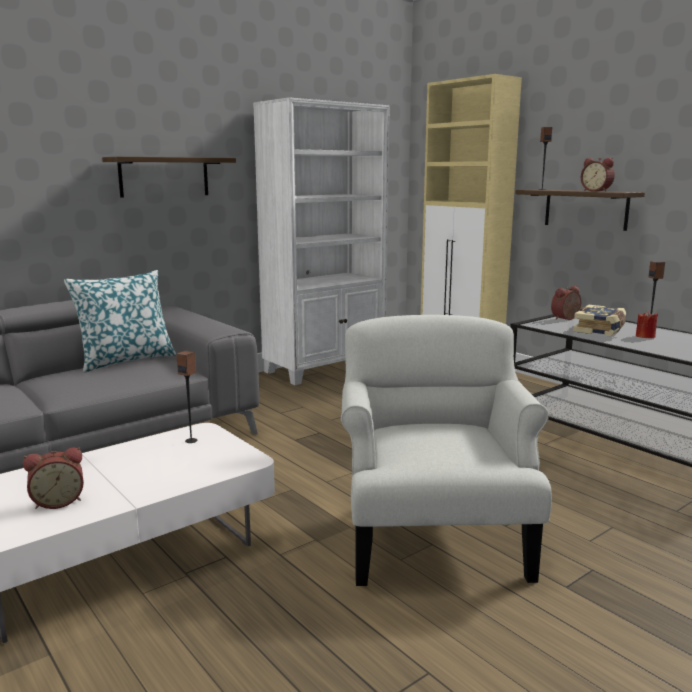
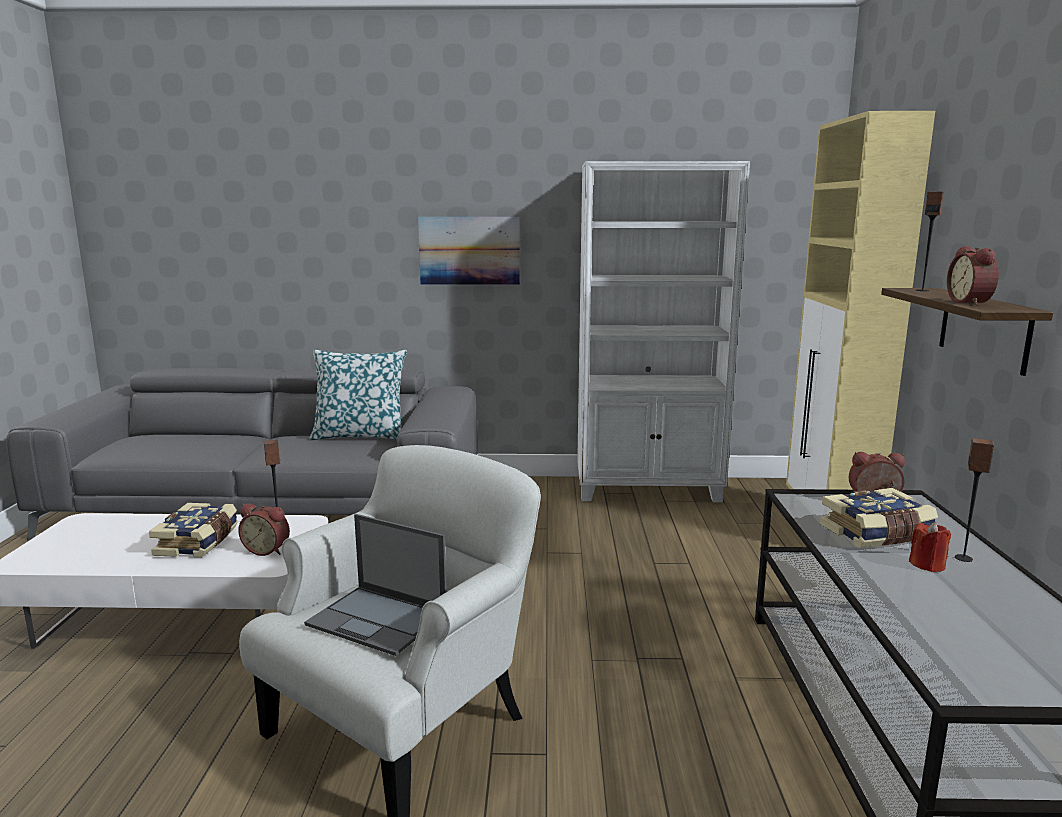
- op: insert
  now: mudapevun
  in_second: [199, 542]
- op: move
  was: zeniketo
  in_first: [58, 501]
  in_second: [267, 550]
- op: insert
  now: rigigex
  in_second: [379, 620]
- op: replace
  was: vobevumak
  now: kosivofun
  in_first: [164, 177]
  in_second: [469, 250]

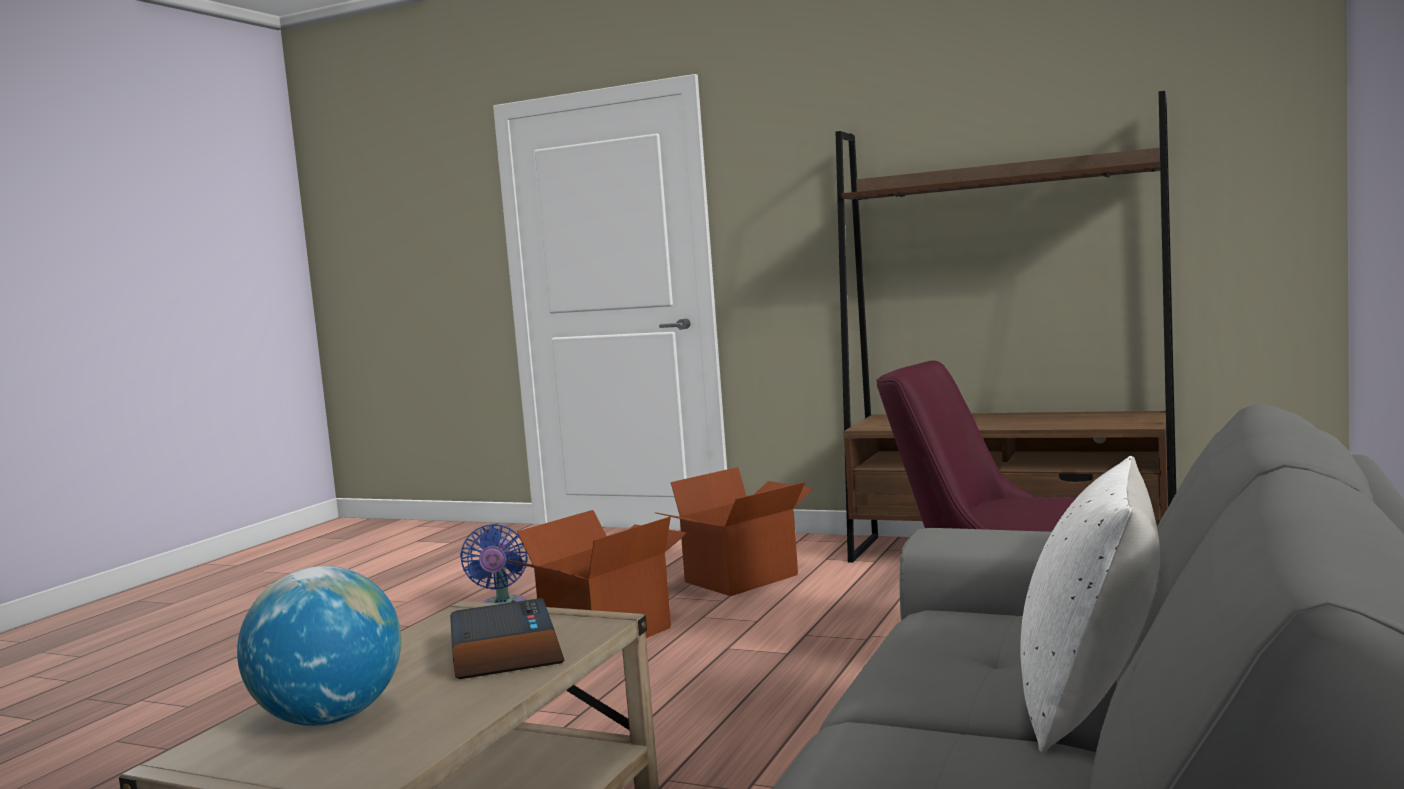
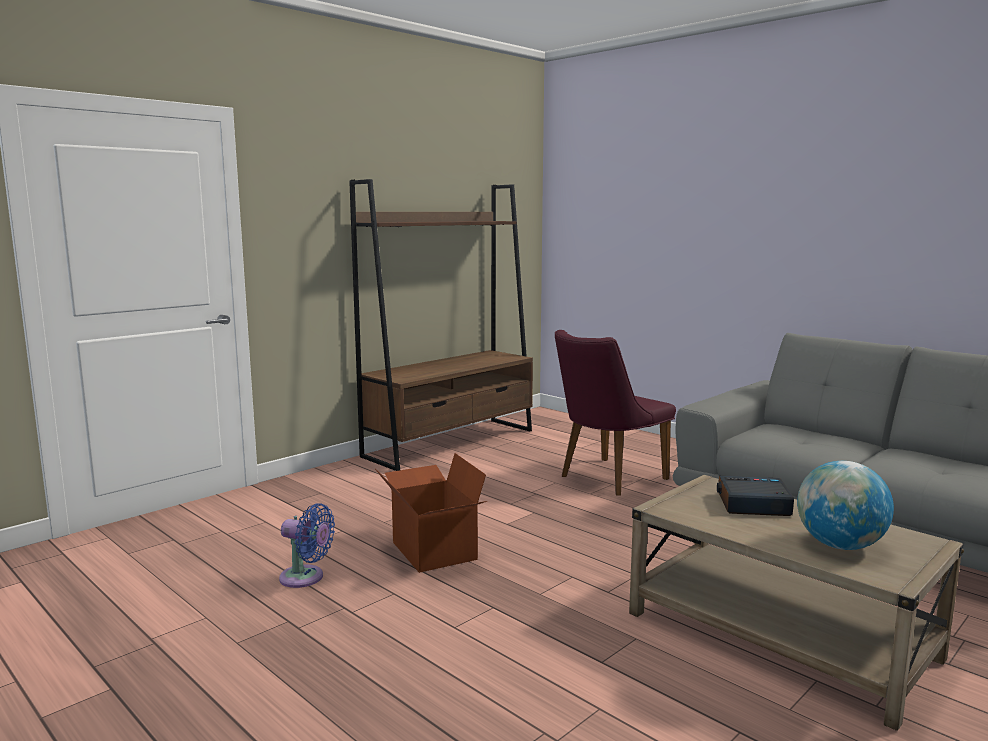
- op: delete
  was: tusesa
  in_first: [742, 579]
- op: delete
  was: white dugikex
  in_first: [1092, 704]

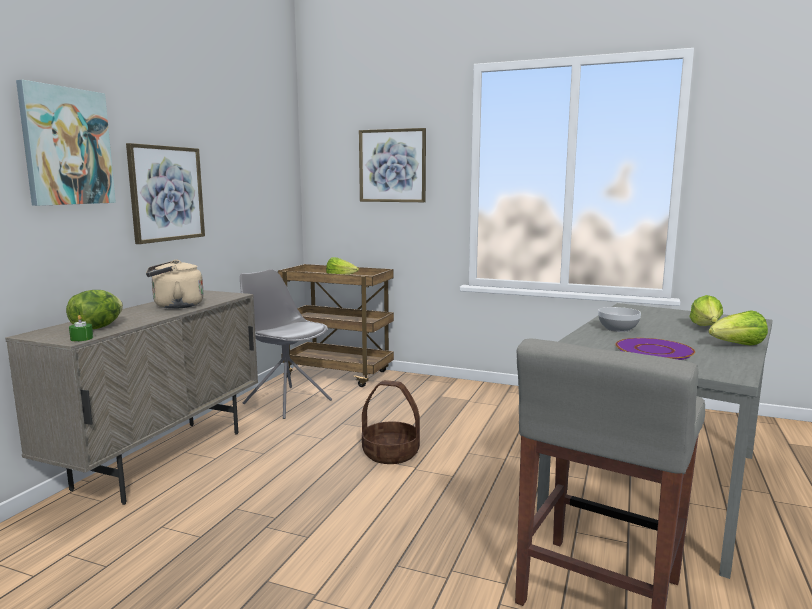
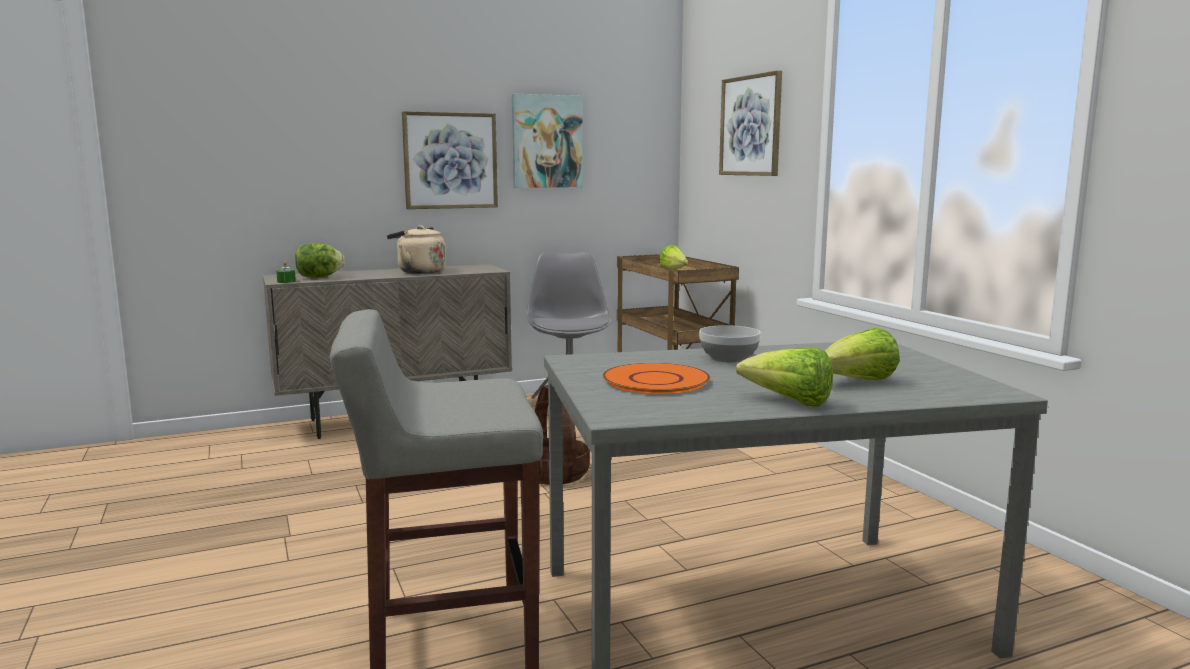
- op: move
  was: kosivofun
  in_first: [67, 146]
  in_second: [547, 141]
- op: recolor
  was: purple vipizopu
  now: orange vipizopu
  in_first: [654, 351]
  in_second: [656, 381]

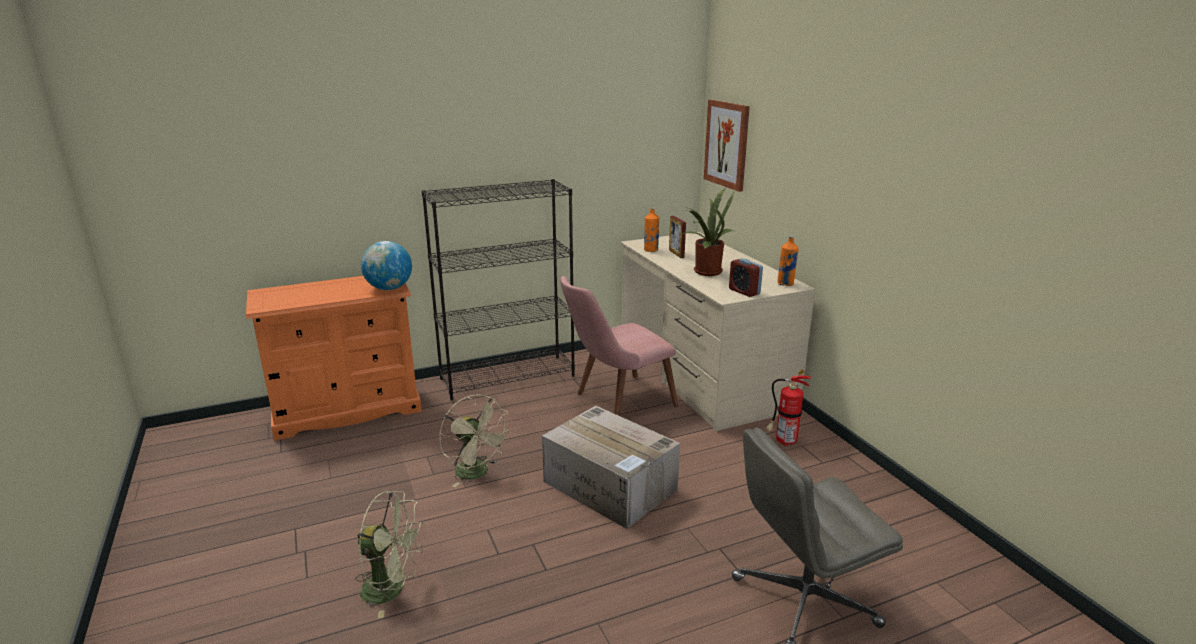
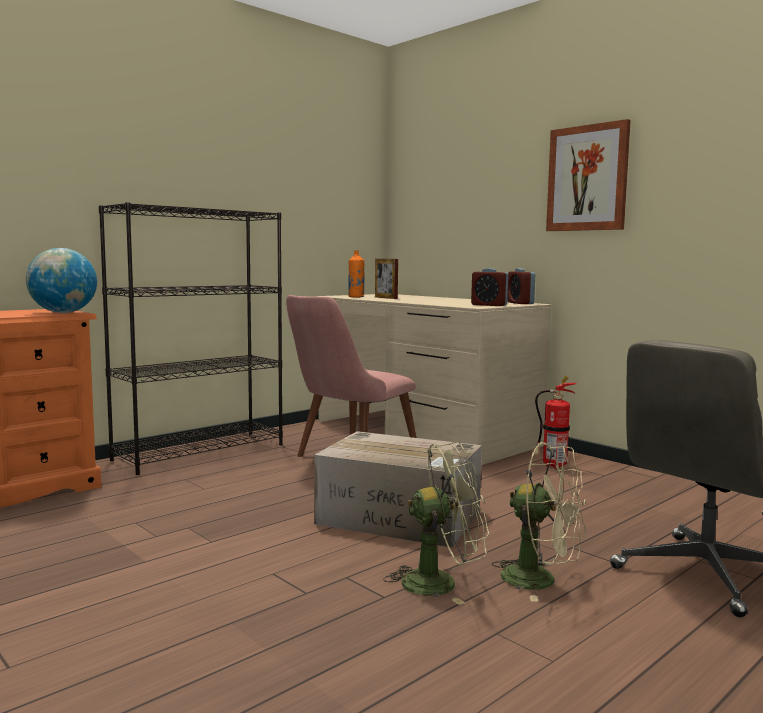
- op: move
  was: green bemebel
  in_first: [392, 589]
  in_second: [440, 582]
- op: move
  was: beige bemebel
  in_first: [477, 473]
  in_second: [541, 580]
- op: replace
  was: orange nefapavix
  now: zeniketo
  in_first: [785, 284]
  in_second: [520, 303]
- op: move
  was: kosivofun
  in_first: [727, 144]
  in_second: [587, 178]
- op: delete
  was: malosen
  in_first: [705, 271]

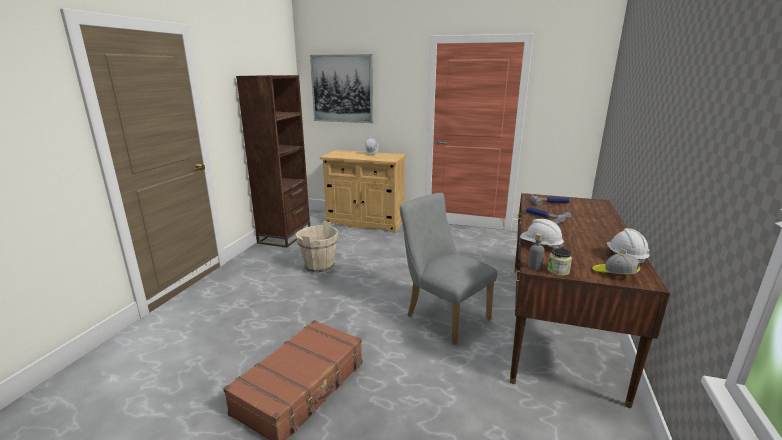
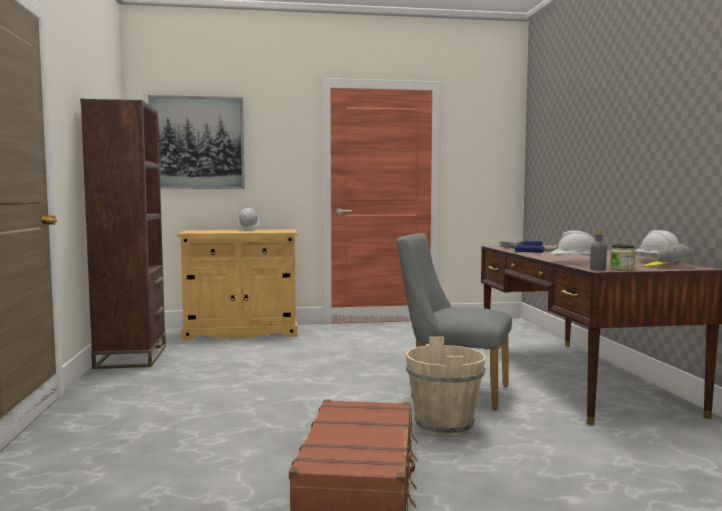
- op: move
  was: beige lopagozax
  in_first: [319, 267]
  in_second: [444, 425]

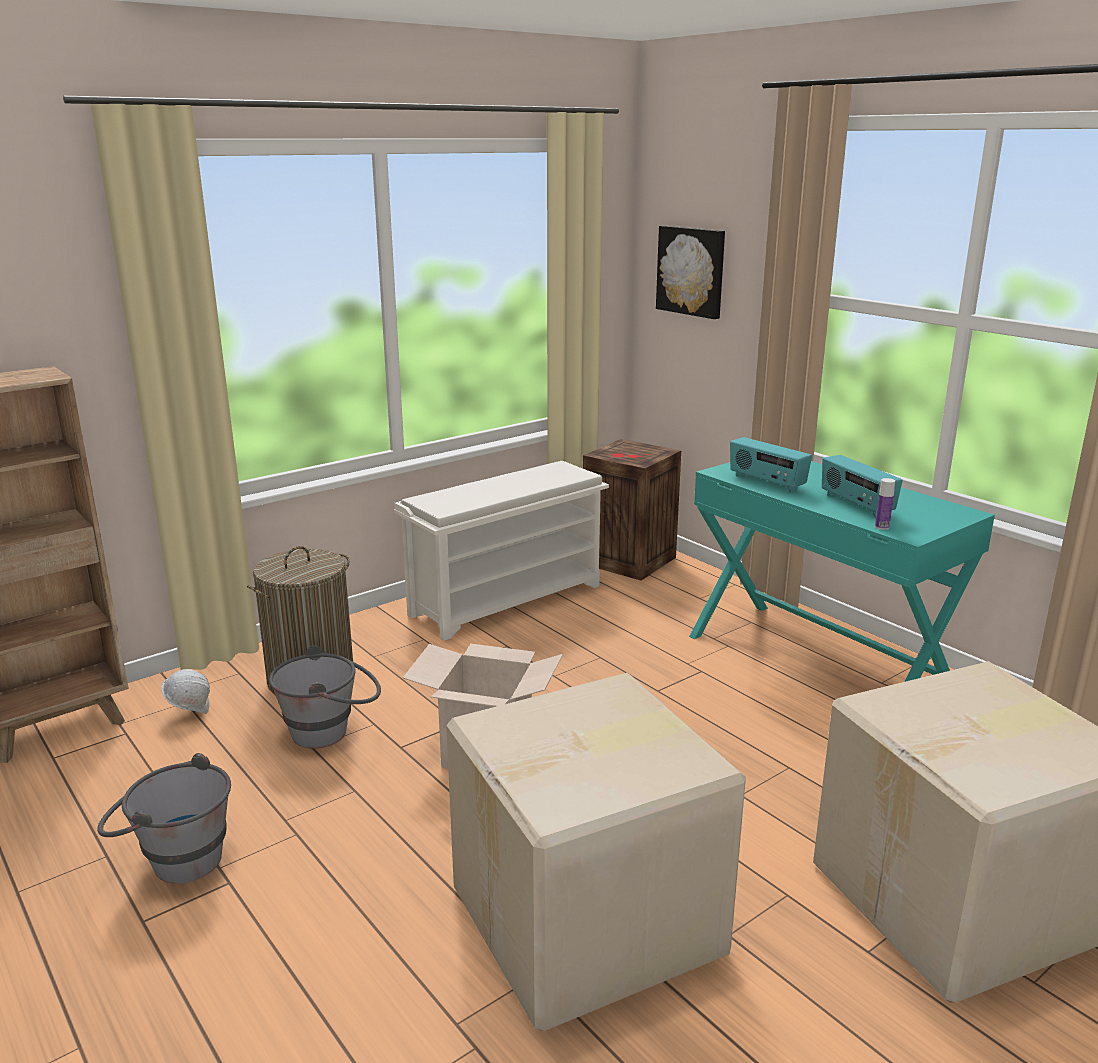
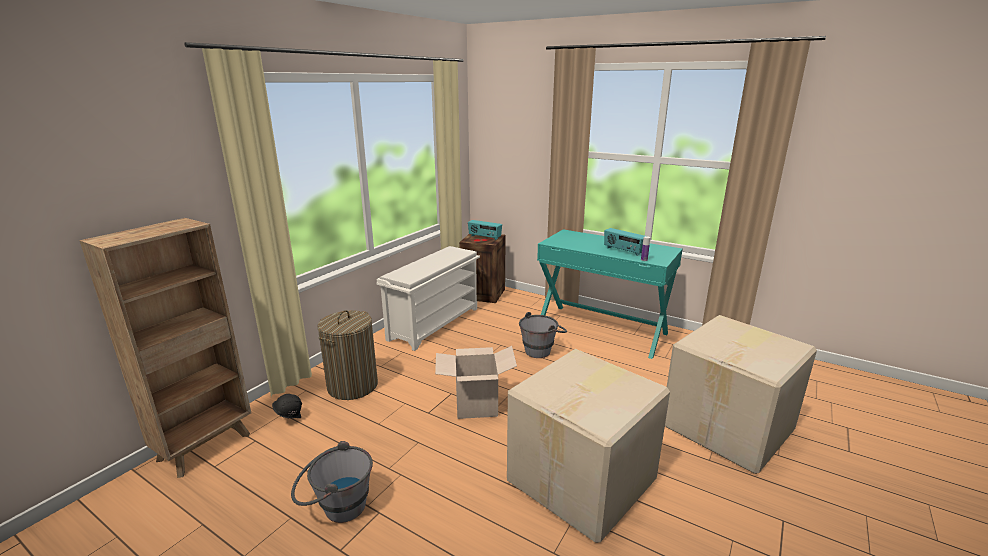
- op: recolor
  was: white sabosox
  now: black sabosox
  in_first: [190, 711]
  in_second: [289, 419]
- op: move
  was: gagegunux
  in_first: [766, 482]
  in_second: [484, 237]
- op: move
  was: grey lopagozax
  in_first: [331, 731]
  in_second: [541, 350]
- op: delete
  was: kosivofun
  in_first: [692, 271]

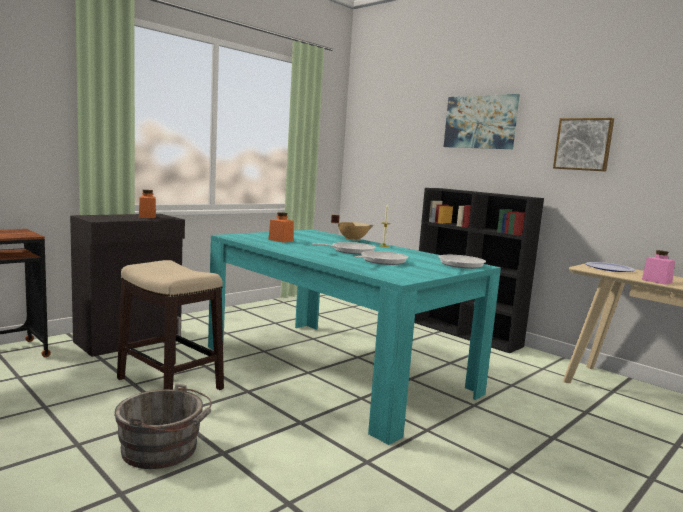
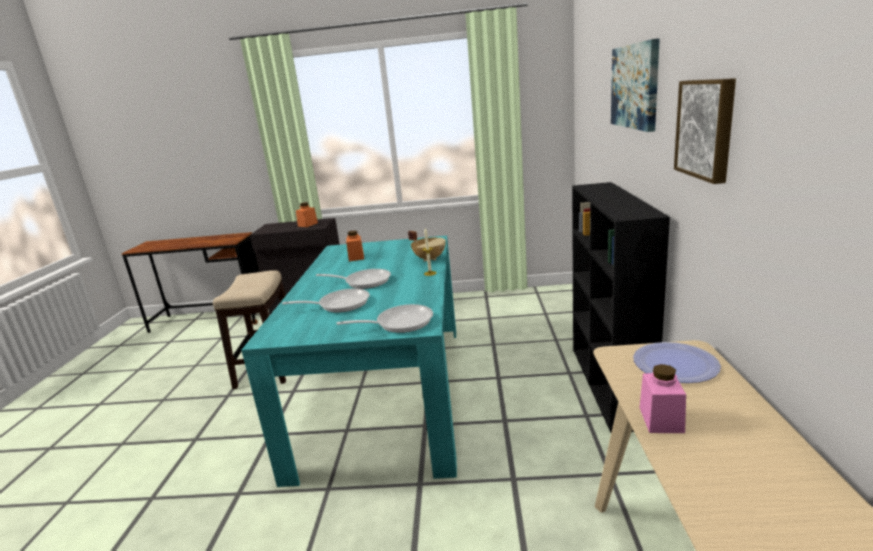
- op: delete
  was: grey lopagozax
  in_first: [164, 450]

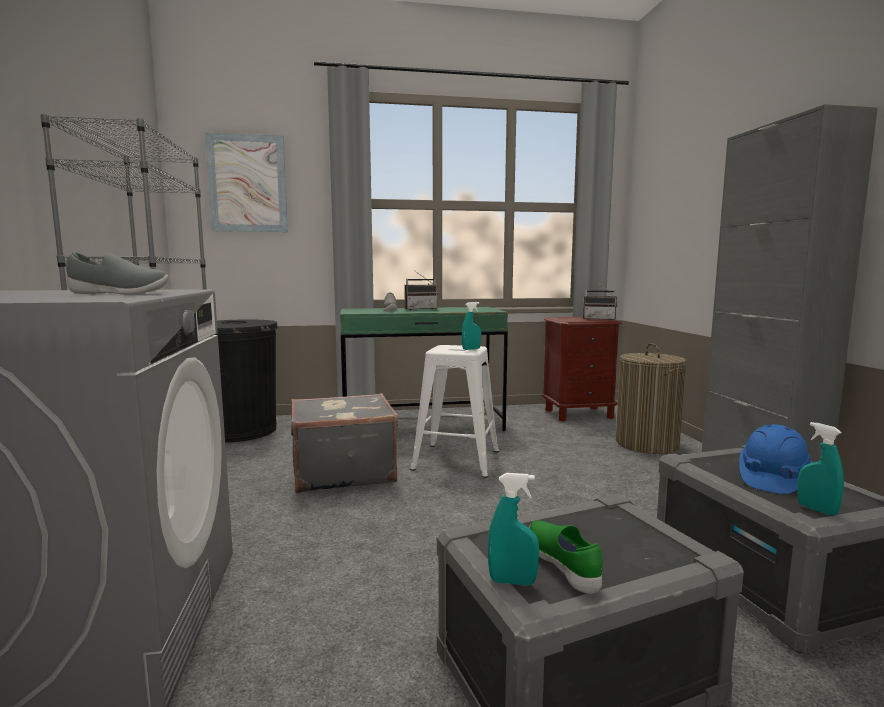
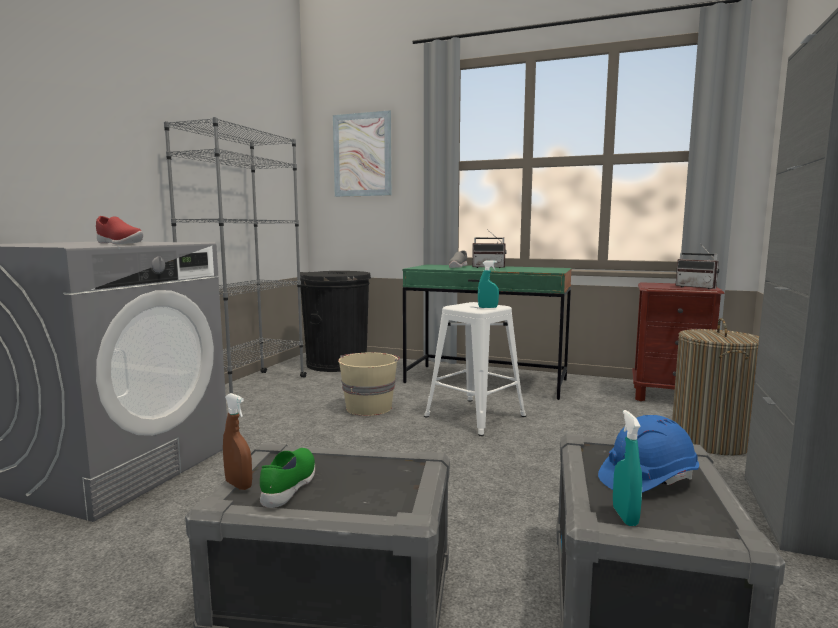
- op: recolor
  was: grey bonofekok
  now: red bonofekok
  in_first: [118, 294]
  in_second: [118, 244]
- op: recolor
  was: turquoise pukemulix
  now: brown pukemulix
  in_first: [512, 581]
  in_second: [238, 485]
- op: replace
  was: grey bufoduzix
  now: beige lopagozax
  in_first: [342, 472]
  in_second: [369, 407]

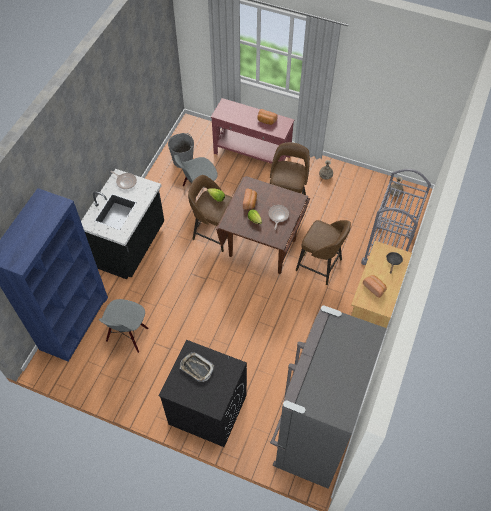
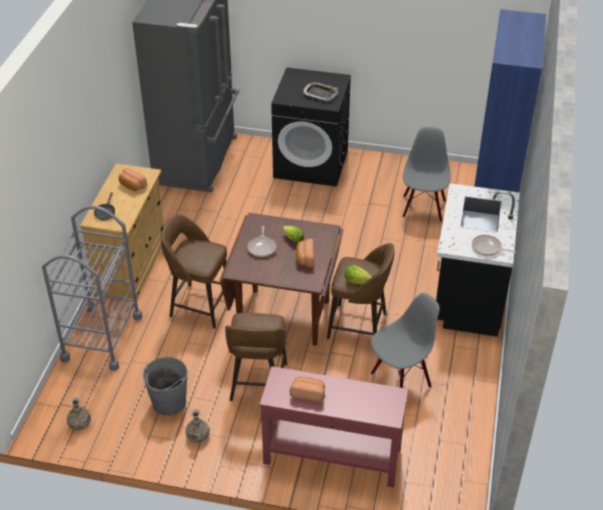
- op: move
  was: grey lopagozax
  in_first: [183, 160]
  in_second: [169, 402]

